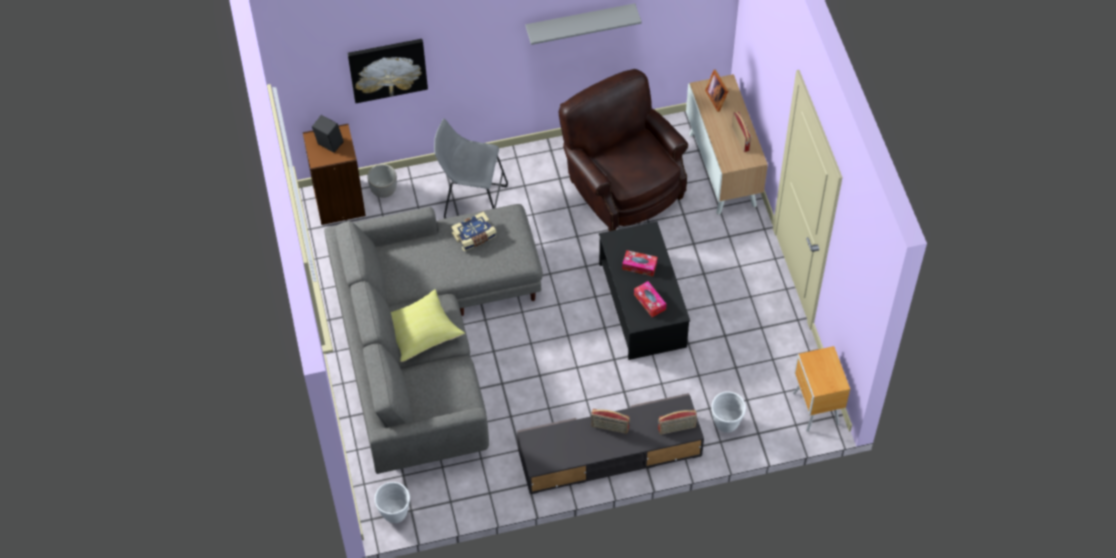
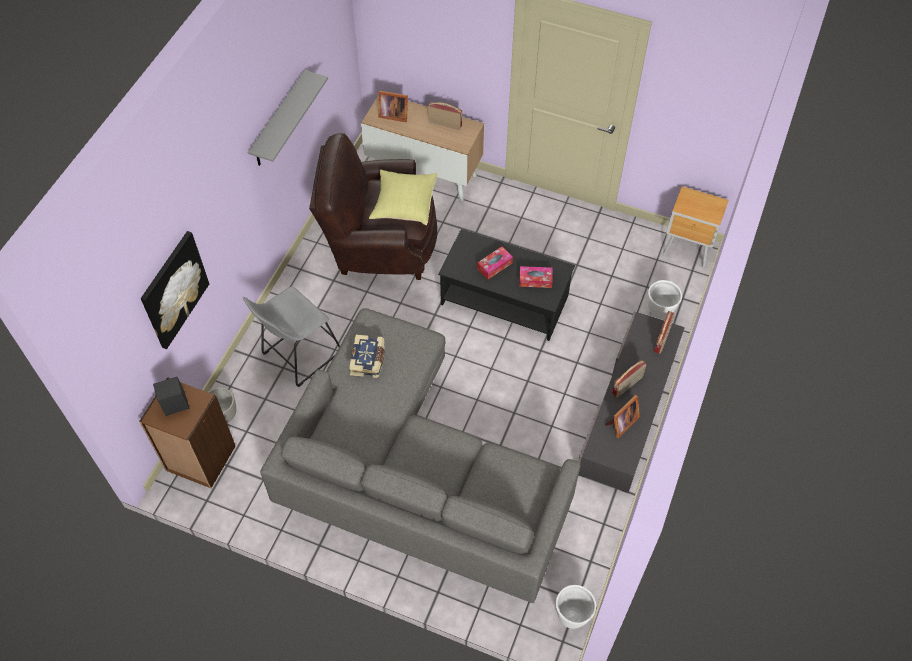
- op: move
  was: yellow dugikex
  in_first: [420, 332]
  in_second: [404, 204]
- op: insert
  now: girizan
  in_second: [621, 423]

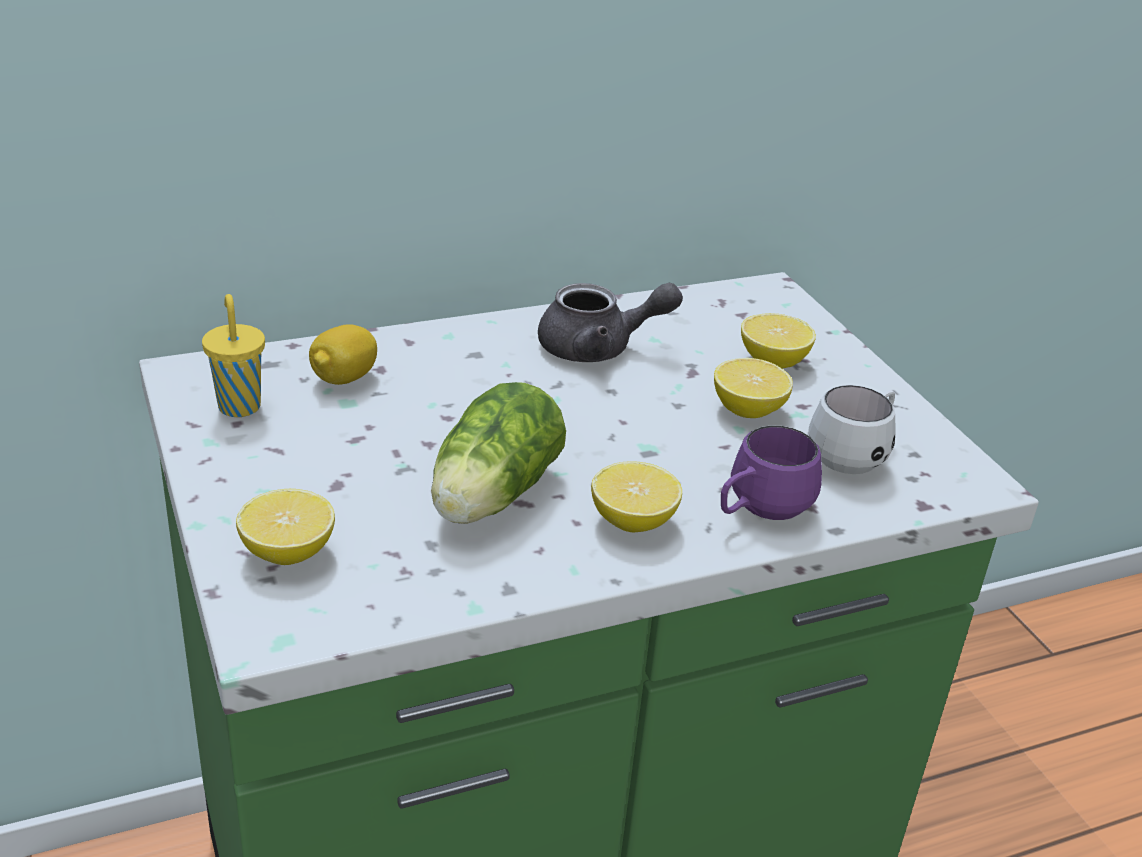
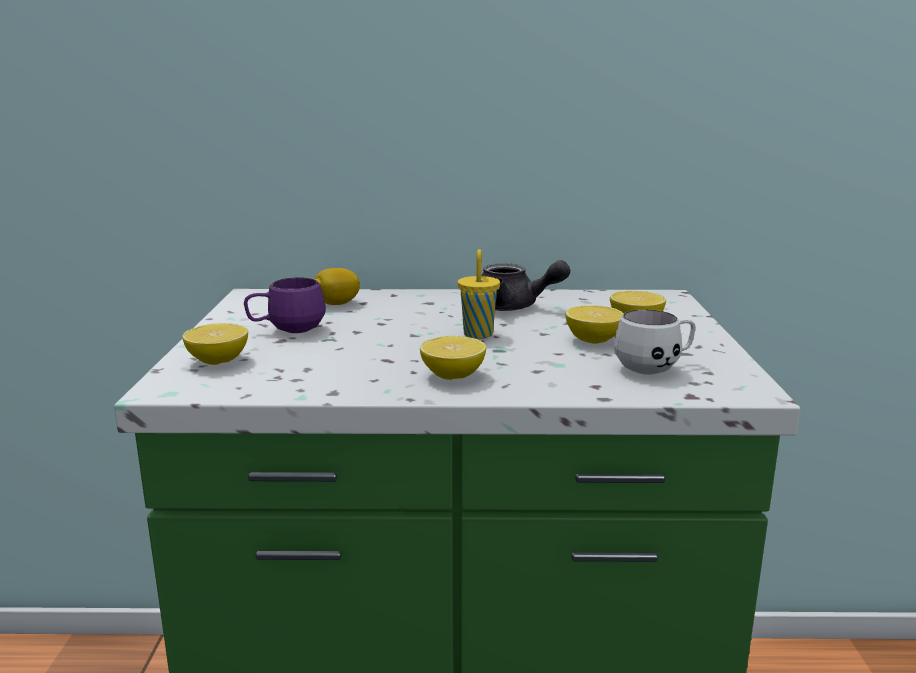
- op: move
  was: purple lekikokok
  in_first: [759, 512]
  in_second: [286, 330]
- op: move
  was: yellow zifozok
  in_first: [239, 405]
  in_second: [478, 334]
- op: delete
  was: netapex
  in_first: [490, 497]

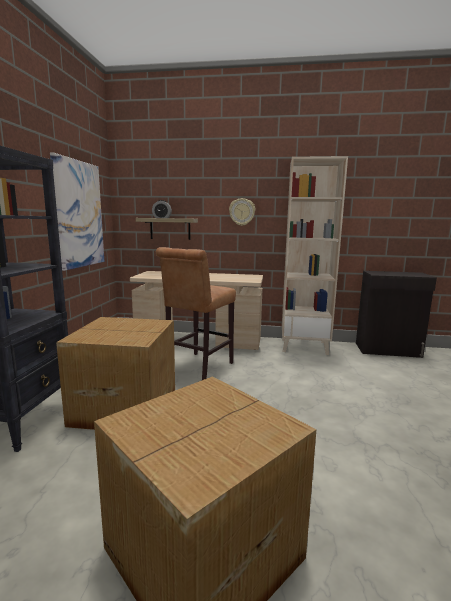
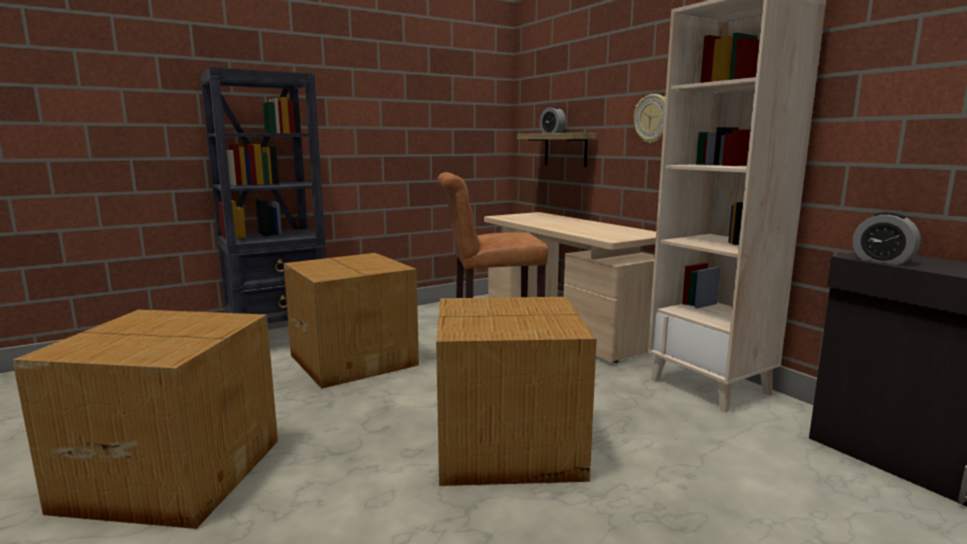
- op: insert
  now: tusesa
  in_second: [510, 445]
- op: insert
  now: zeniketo
  in_second: [882, 260]
- op: delete
  was: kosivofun
  in_first: [79, 214]

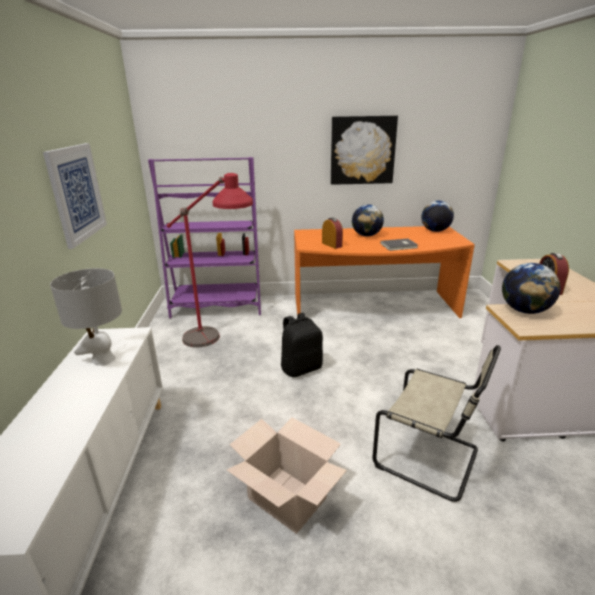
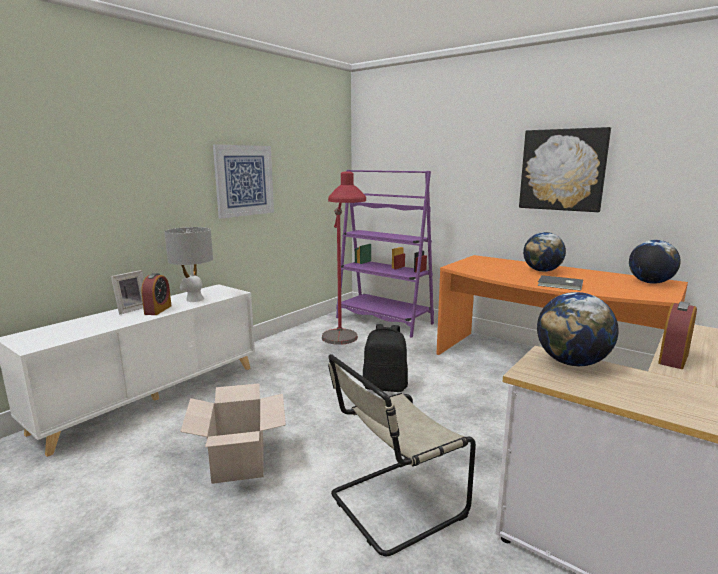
- op: insert
  now: girizan
  in_second: [131, 309]
- op: move
  was: zeniketo
  in_first: [332, 245]
  in_second: [158, 310]
- op: rotate
  was: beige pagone
  in_first: [430, 458]
  in_second: [393, 506]
  clockwise: 75

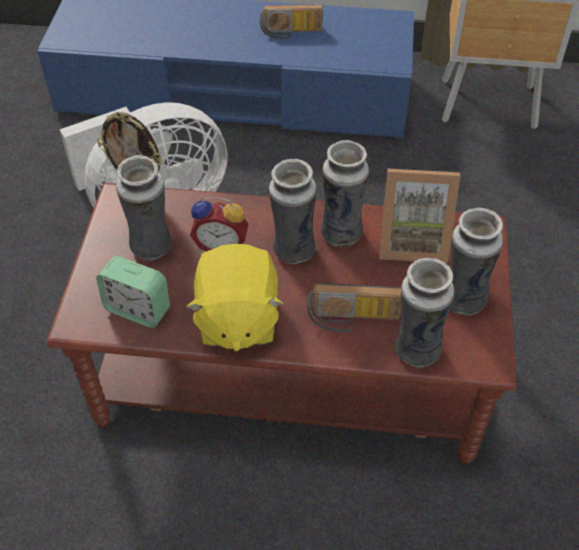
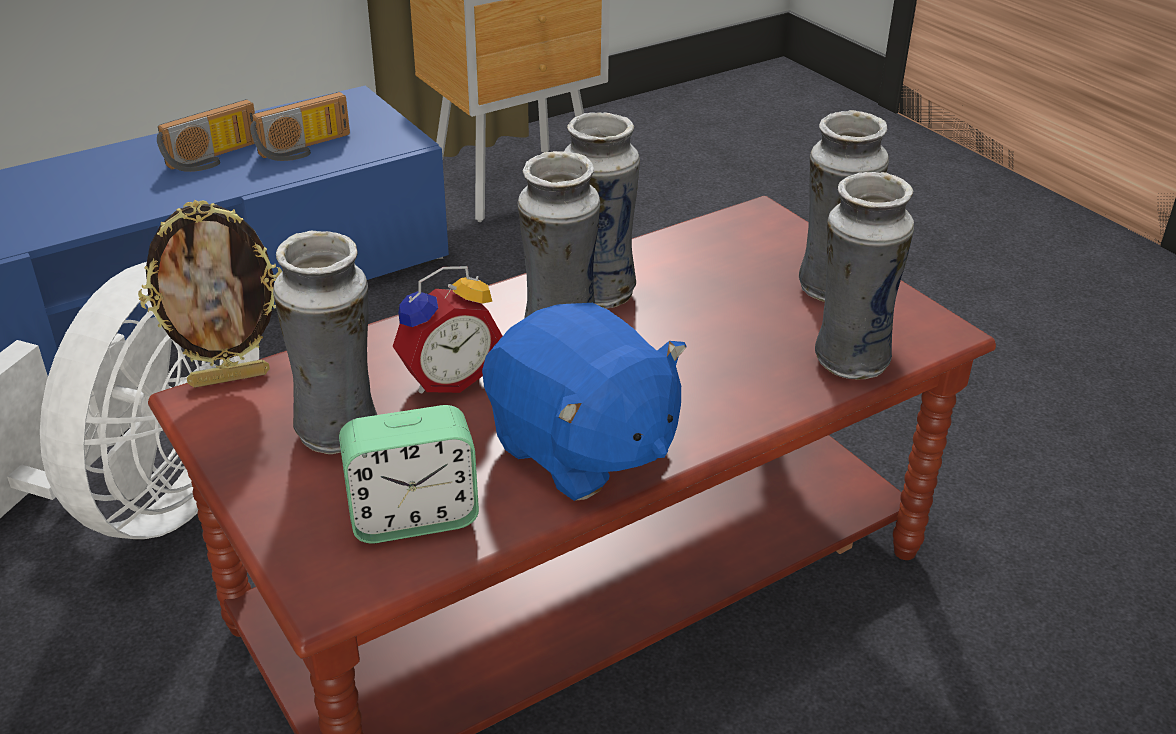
- op: move
  was: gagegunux
  in_first: [352, 320]
  in_second: [305, 148]
- op: recolor
  was: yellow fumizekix
  now: blue fumizekix
  in_first: [236, 319]
  in_second: [581, 449]
- op: delete
  was: girizan
  in_first: [412, 241]

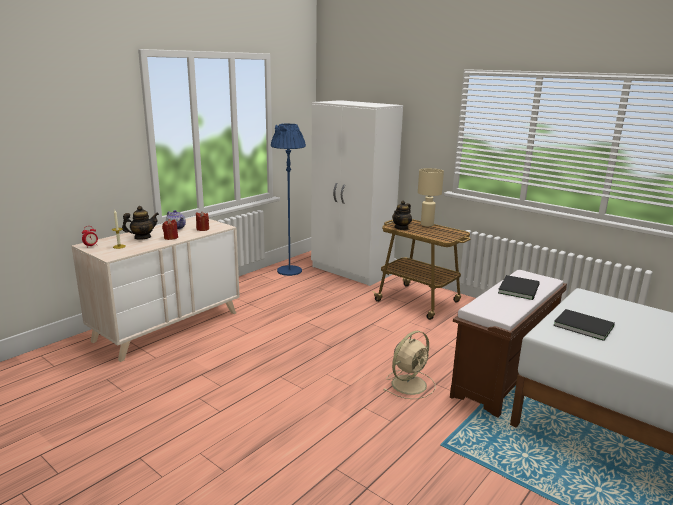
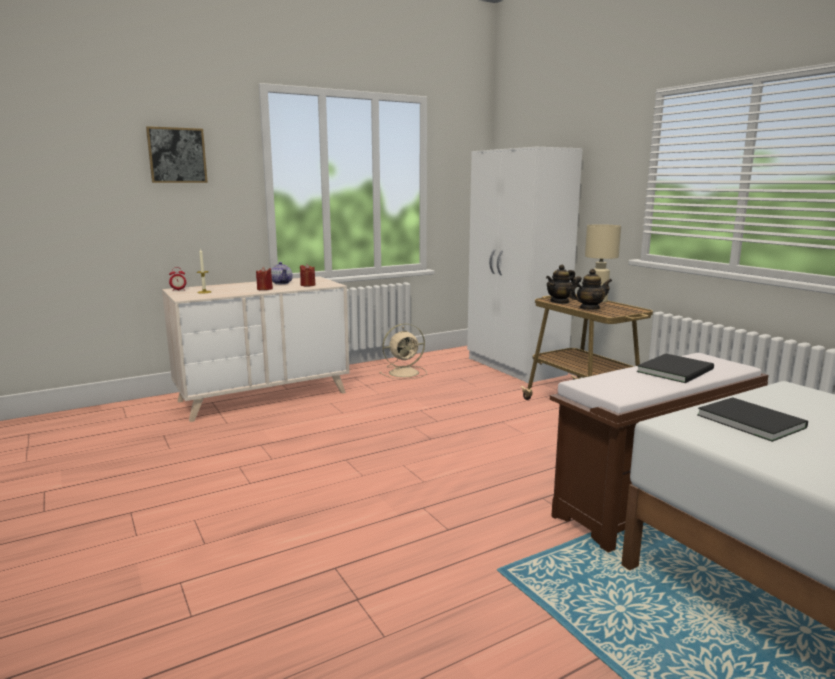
- op: insert
  now: kosivofun
  in_second: [177, 155]
- op: move
  was: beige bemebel
  in_first: [410, 384]
  in_second: [405, 372]
- op: move
  was: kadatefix
  in_first: [142, 237]
  in_second: [589, 308]
- op: delete
  was: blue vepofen
  in_first: [289, 271]

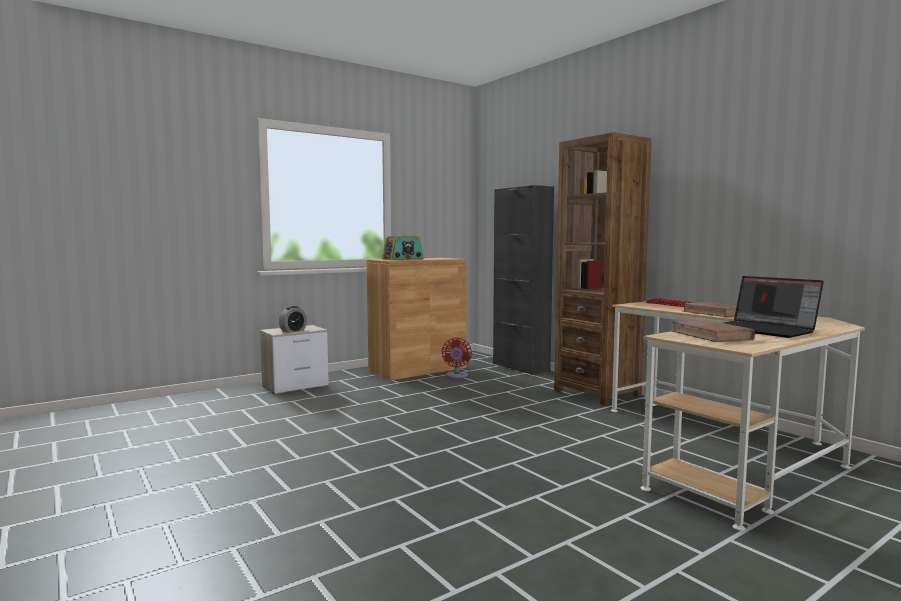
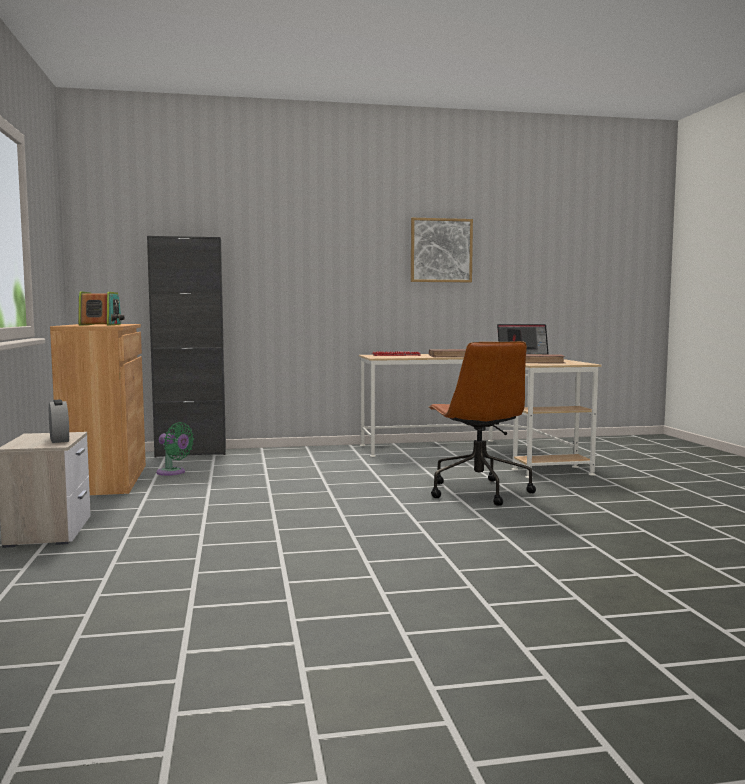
- op: recolor
  was: red bemebel
  now: green bemebel
  in_first: [456, 376]
  in_second: [173, 472]
- op: insert
  now: kosivofun
  in_second: [441, 250]
- op: insert
  now: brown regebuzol
  in_second: [477, 491]
- op: delete
  was: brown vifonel
  in_first: [597, 393]

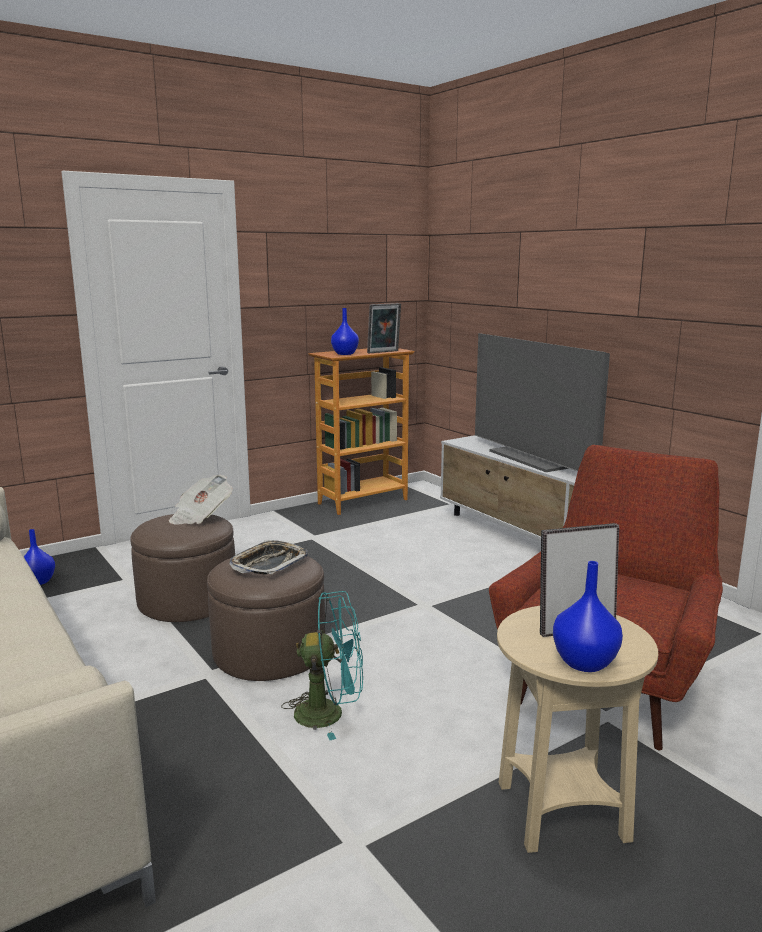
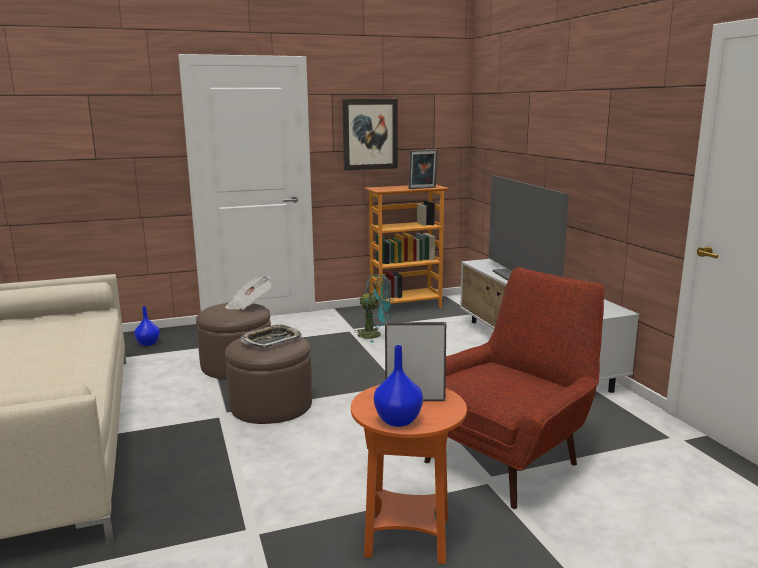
- op: insert
  now: kosivofun
  in_second: [370, 134]
- op: recolor
  was: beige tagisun
  now: orange tagisun
  in_first: [561, 813]
  in_second: [407, 537]
- op: move
  was: turquoise bemebel
  in_first: [330, 713]
  in_second: [375, 335]
- op: delete
  was: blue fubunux
  in_first: [345, 354]

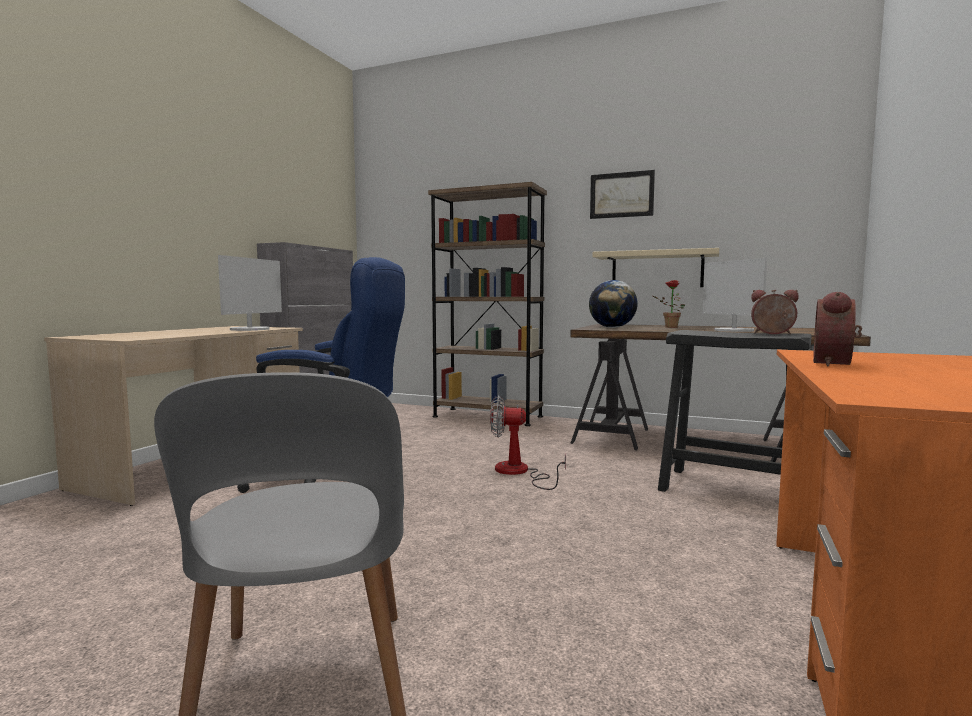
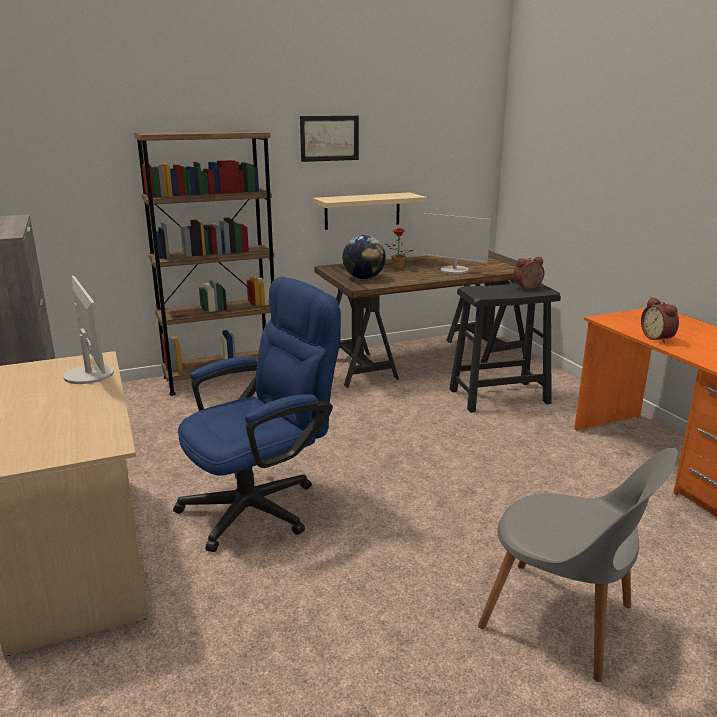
- op: delete
  was: bemebel
  in_first: [519, 473]

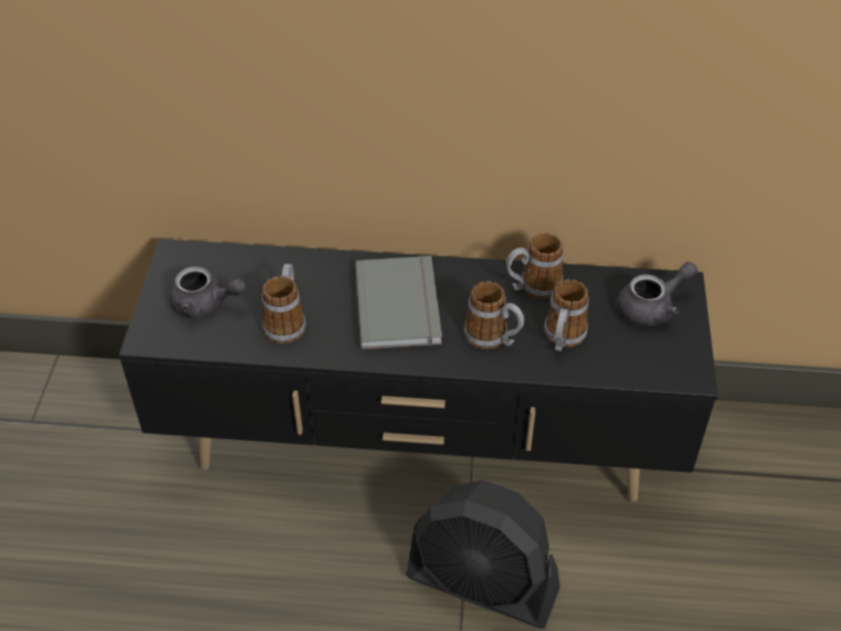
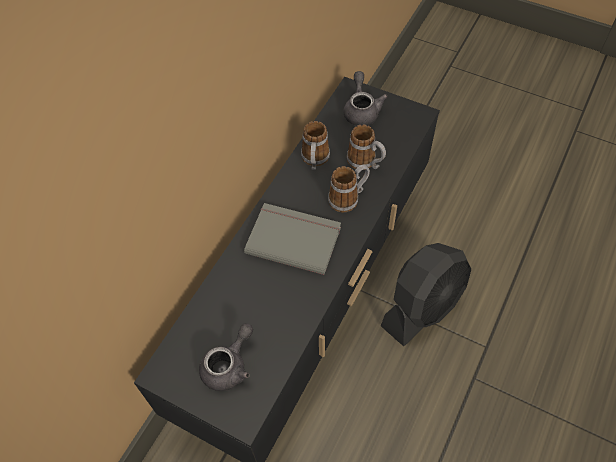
- op: delete
  was: lekikokok
  in_first: [287, 321]

